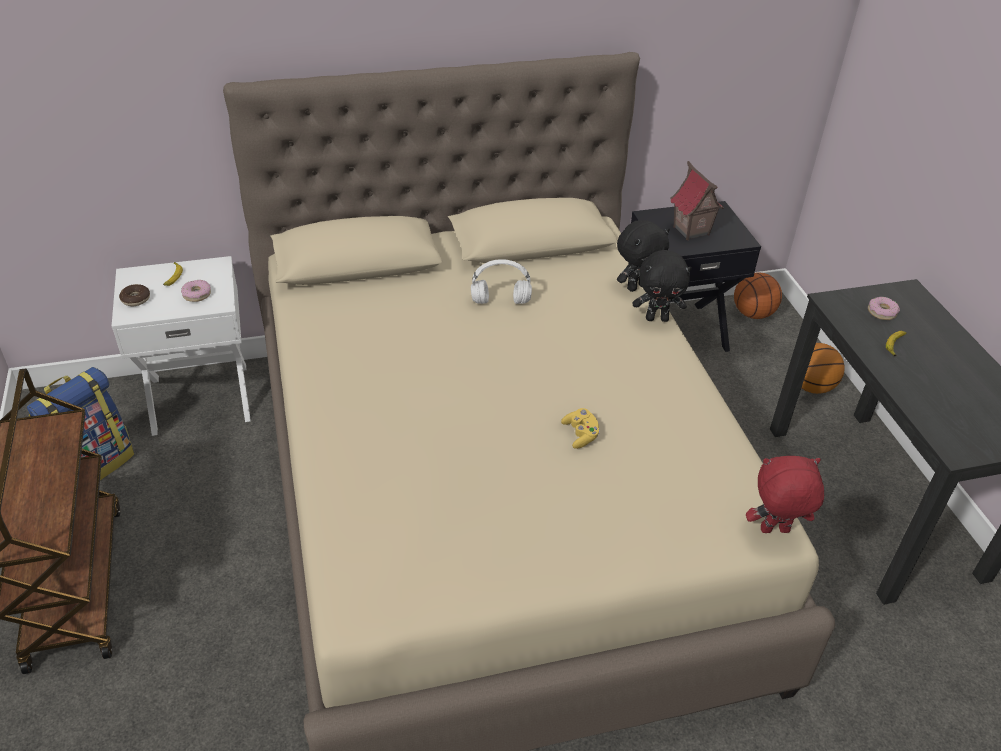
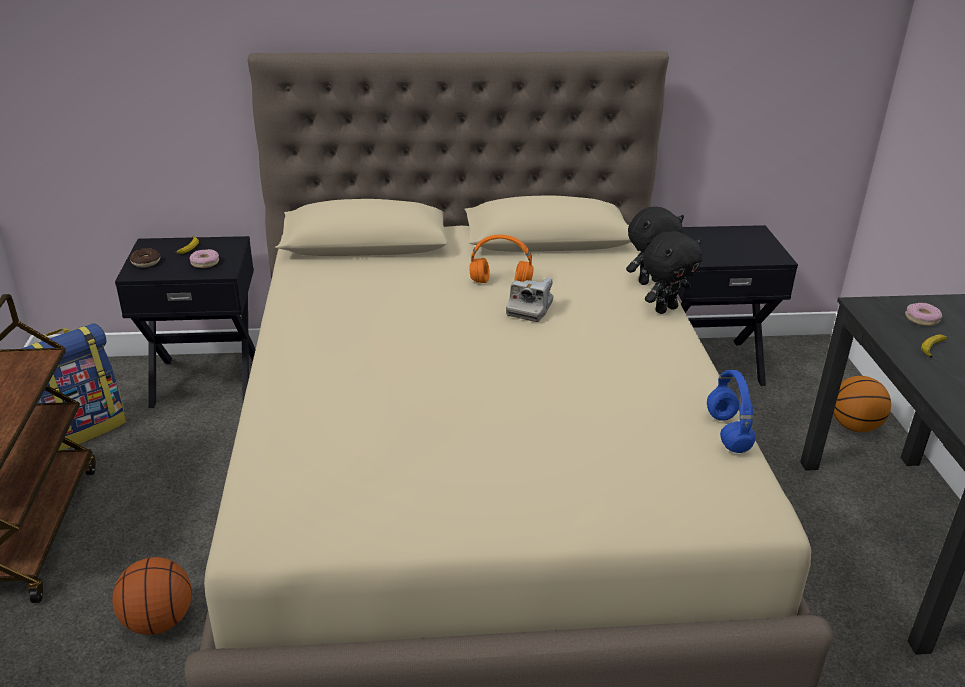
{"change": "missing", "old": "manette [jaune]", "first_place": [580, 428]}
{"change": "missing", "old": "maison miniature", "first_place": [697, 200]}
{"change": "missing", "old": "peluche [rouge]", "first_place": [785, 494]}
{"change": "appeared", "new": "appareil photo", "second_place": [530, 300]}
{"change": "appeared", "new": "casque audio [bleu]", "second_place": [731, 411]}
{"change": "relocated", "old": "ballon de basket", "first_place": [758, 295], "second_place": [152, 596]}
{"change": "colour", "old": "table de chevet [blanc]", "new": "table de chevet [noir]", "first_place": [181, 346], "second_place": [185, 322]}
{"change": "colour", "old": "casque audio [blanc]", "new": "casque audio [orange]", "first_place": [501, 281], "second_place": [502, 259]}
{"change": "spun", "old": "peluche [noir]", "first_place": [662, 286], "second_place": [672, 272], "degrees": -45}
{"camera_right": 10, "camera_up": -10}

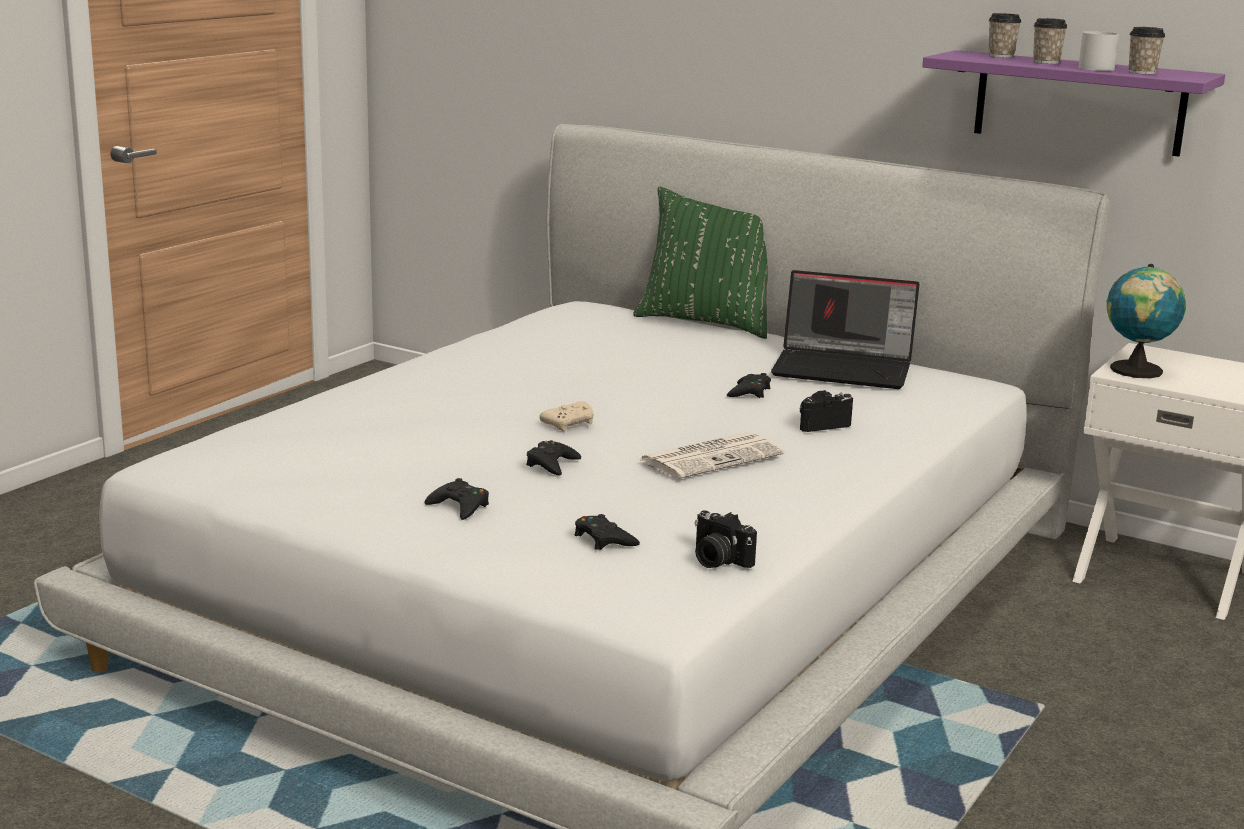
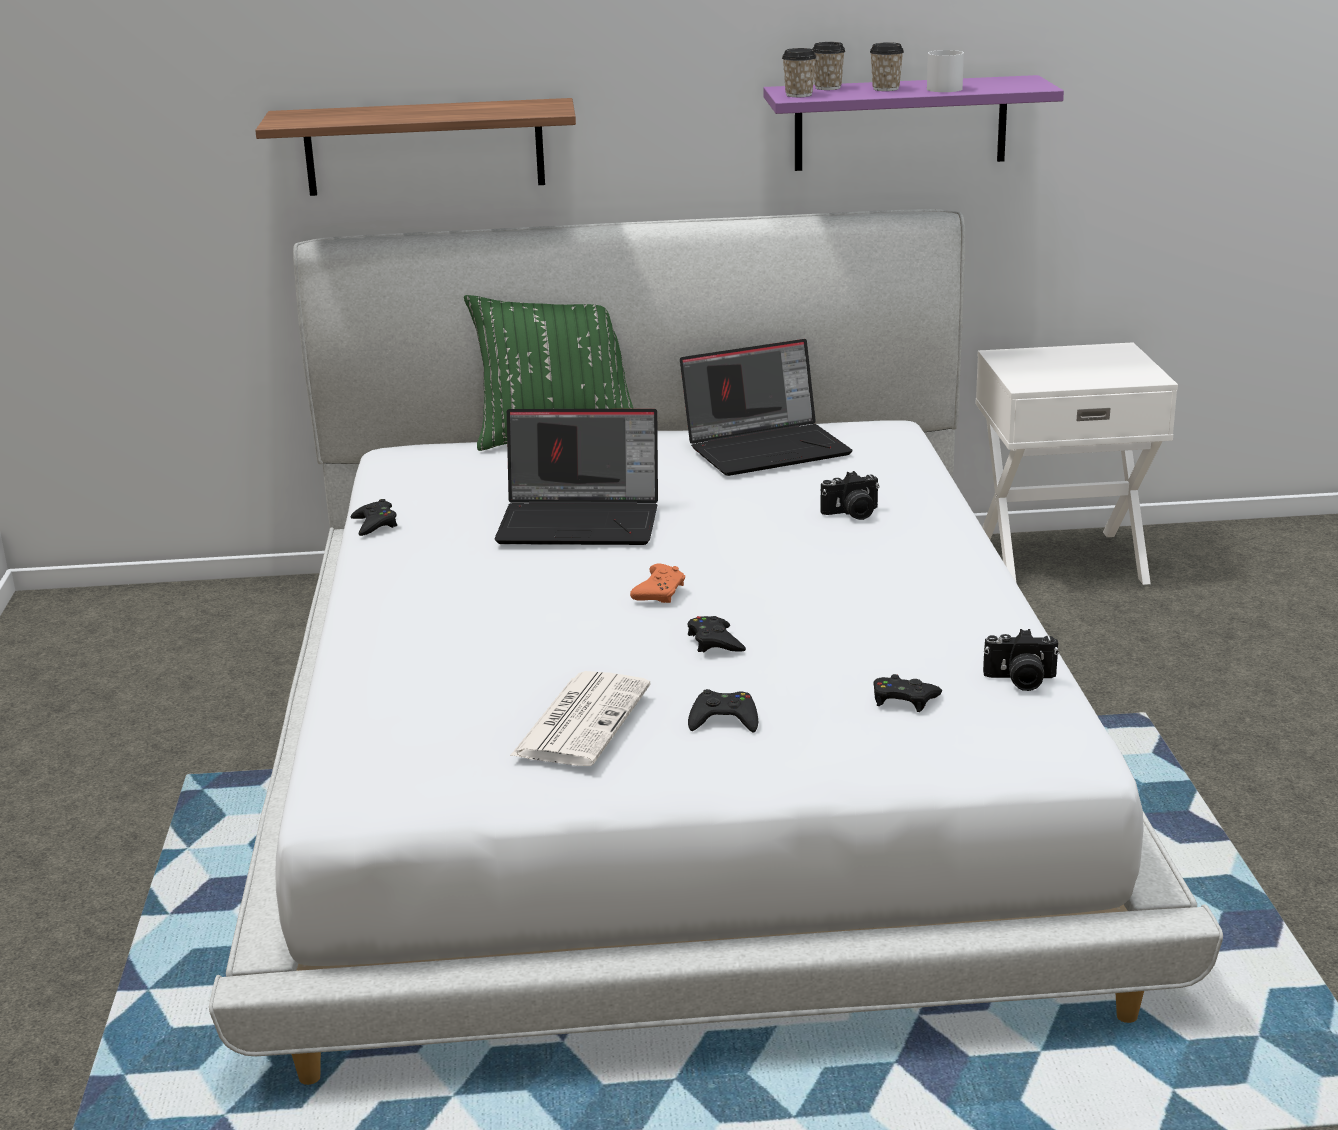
{"change": "missing", "old": "globe", "first_place": [1146, 321]}
{"change": "appeared", "new": "étagère", "second_place": [415, 147]}
{"change": "appeared", "new": "ordinateur portable", "second_place": [576, 477]}
{"change": "relocated", "old": "journal", "first_place": [712, 455], "second_place": [580, 718]}
{"change": "relocated", "old": "manette [noir]", "first_place": [749, 385], "second_place": [374, 517]}
{"change": "relocated", "old": "tasse", "first_place": [1147, 50], "second_place": [799, 72]}
{"change": "colour", "old": "manette [beige]", "new": "manette [orange]", "first_place": [566, 416], "second_place": [657, 583]}
{"change": "spun", "old": "appareil photo", "first_place": [826, 411], "second_place": [850, 495], "degrees": -135}
{"camera_right": -35, "camera_up": 5}

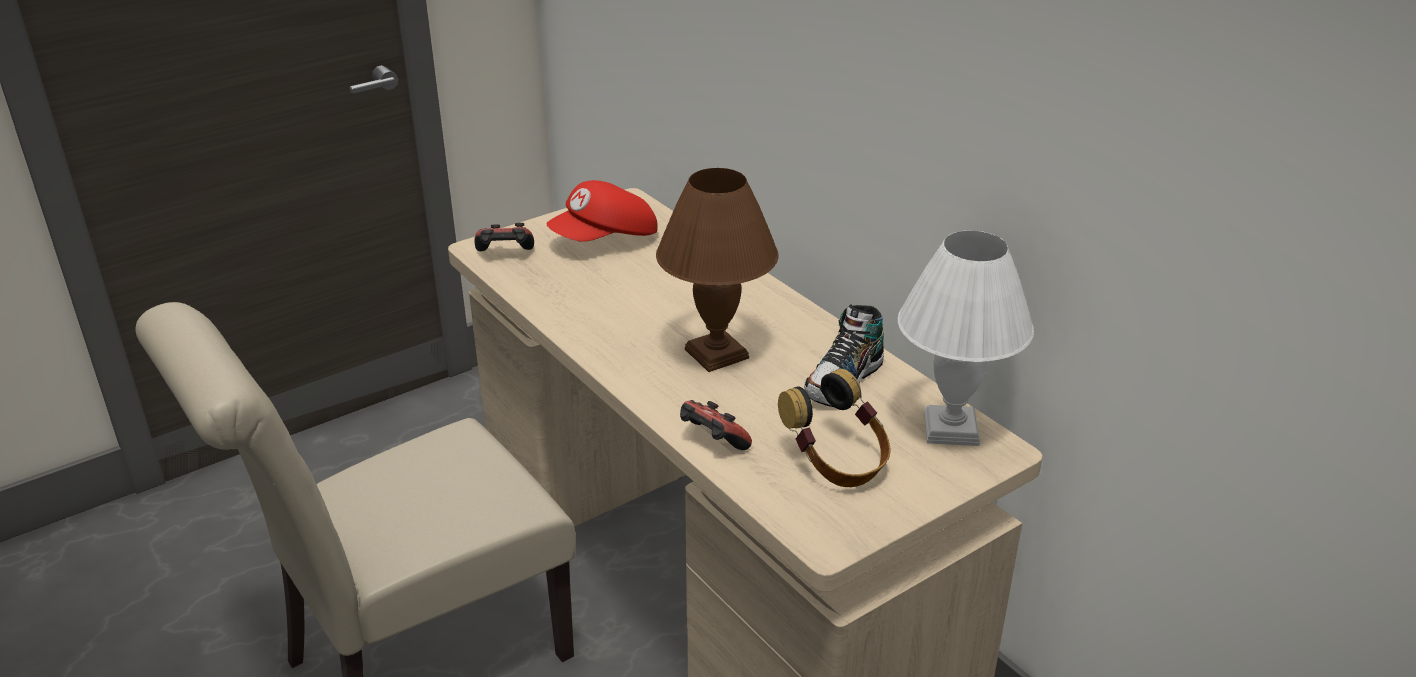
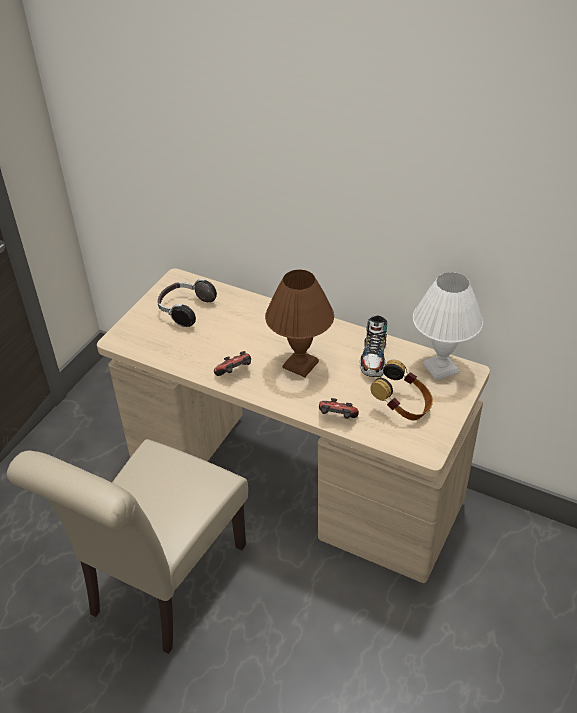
{"change": "relocated", "old": "manette", "first_place": [504, 237], "second_place": [232, 363]}
{"change": "exchanged", "old": "casquette [rouge]", "new": "casque audio", "first_place": [602, 211], "second_place": [187, 303]}
{"camera_right": -25, "camera_up": 10}

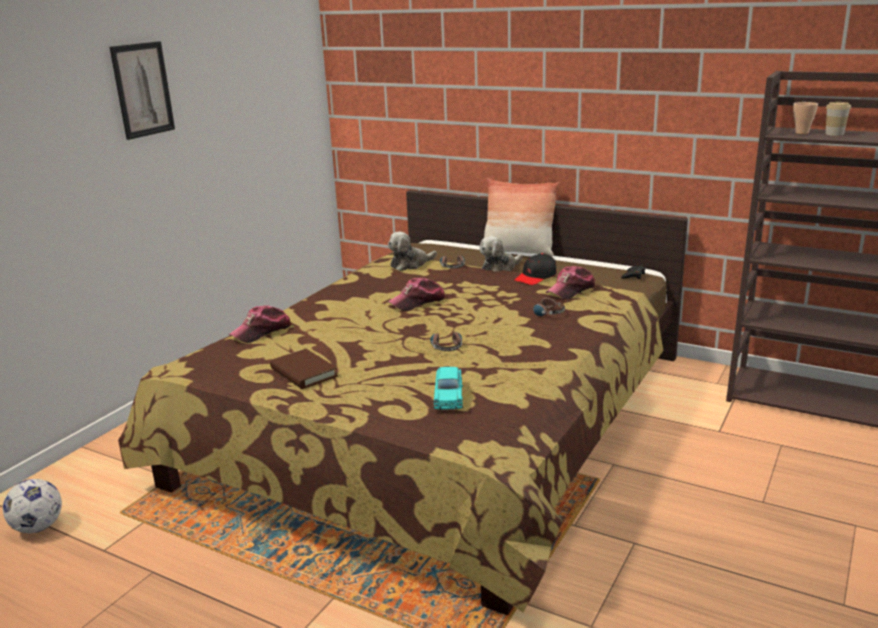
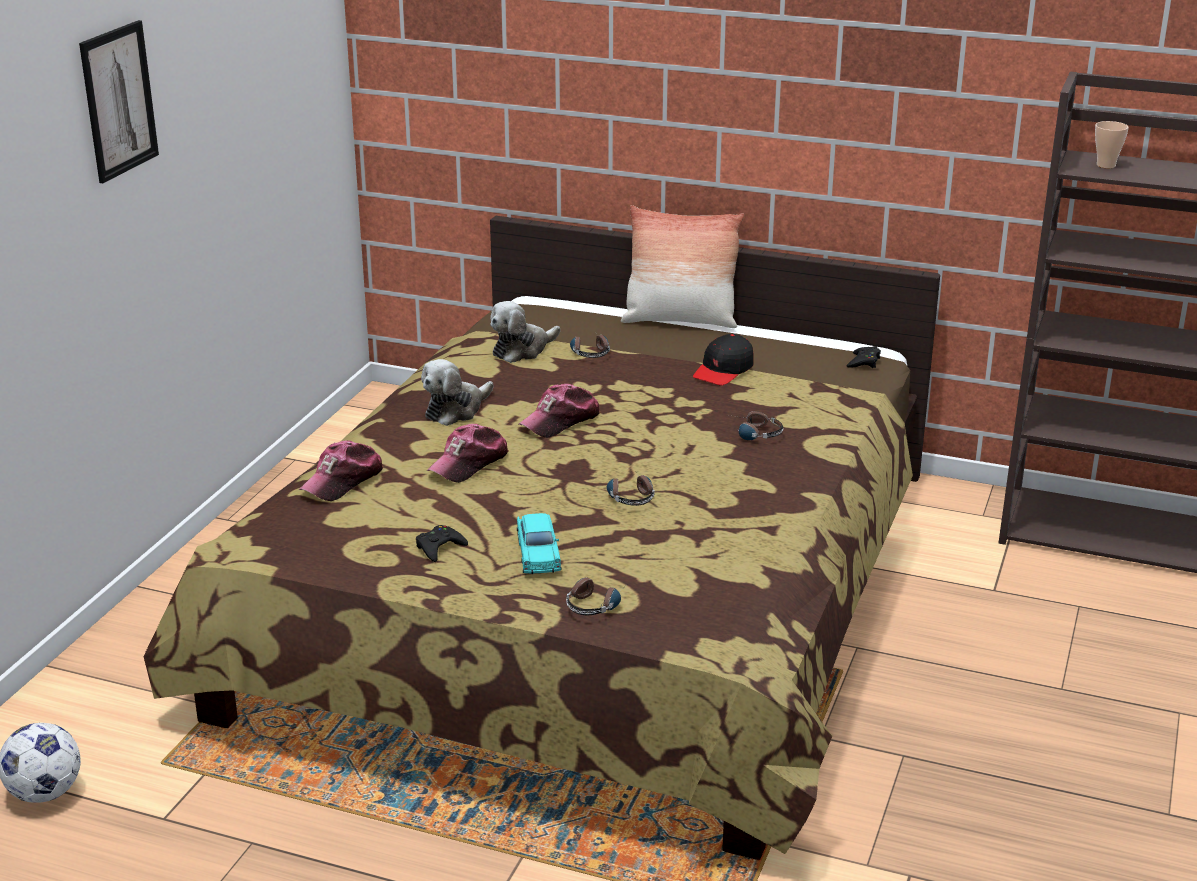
{"change": "missing", "old": "tasse", "first_place": [838, 119]}
{"change": "appeared", "new": "casque audio", "second_place": [597, 596]}
{"change": "relocated", "old": "petite voiture [turquoise]", "first_place": [448, 388], "second_place": [539, 543]}
{"change": "relocated", "old": "peluche", "first_place": [501, 253], "second_place": [457, 392]}
{"change": "relocated", "old": "casquette", "first_place": [570, 282], "second_place": [467, 453]}
{"change": "exchanged", "old": "livre [marron]", "new": "manette [noir]", "first_place": [304, 369], "second_place": [442, 543]}
{"camera_right": -10, "camera_up": 5}

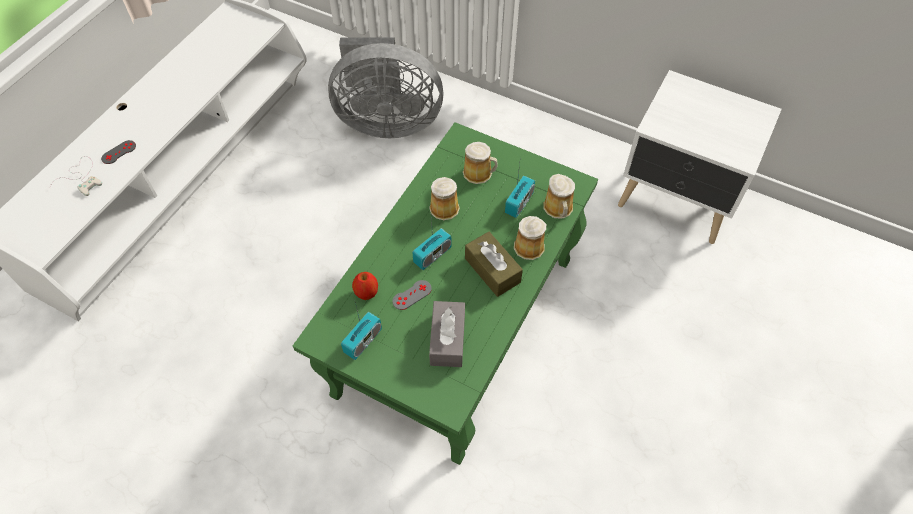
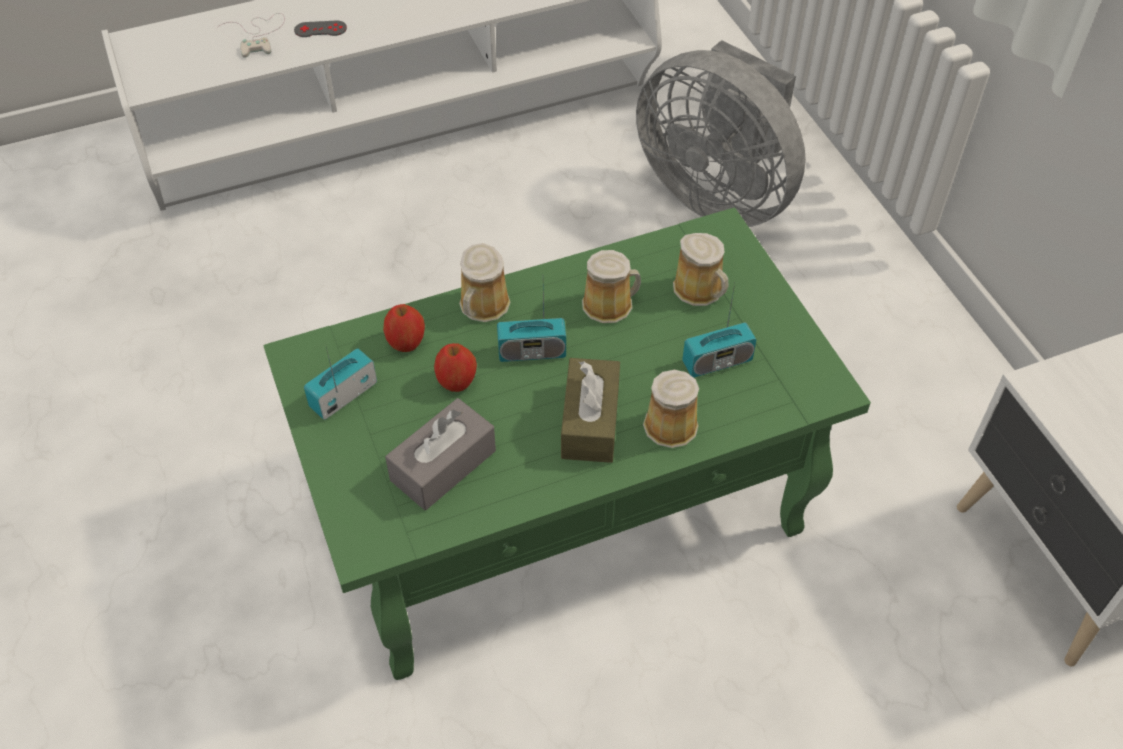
{"change": "relocated", "old": "mug", "first_place": [559, 196], "second_place": [485, 282]}
{"change": "exchanged", "old": "manette [gris]", "new": "pomme", "first_place": [412, 295], "second_place": [455, 367]}
{"change": "spun", "old": "radio", "first_place": [361, 331], "second_place": [340, 383], "degrees": 150}
{"camera_right": 40, "camera_up": -5}

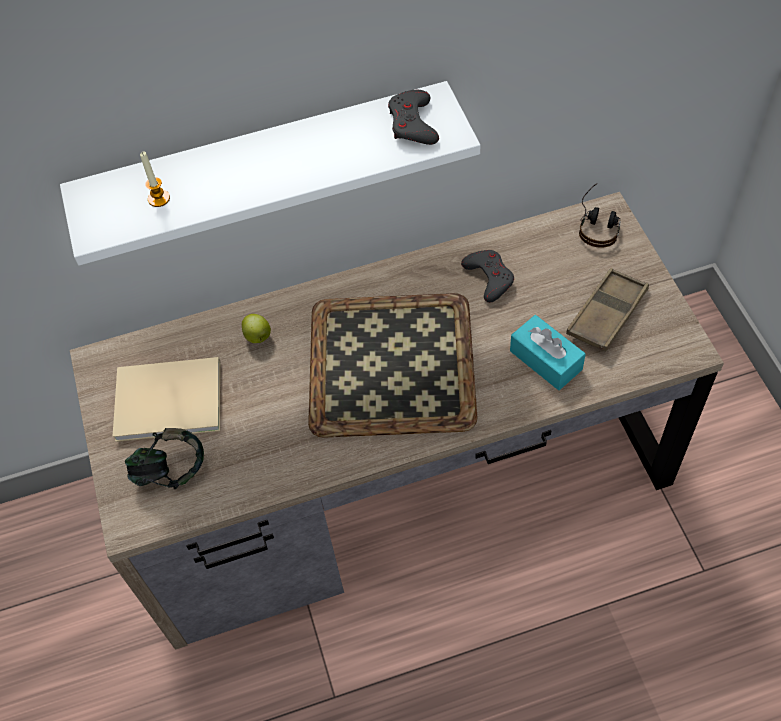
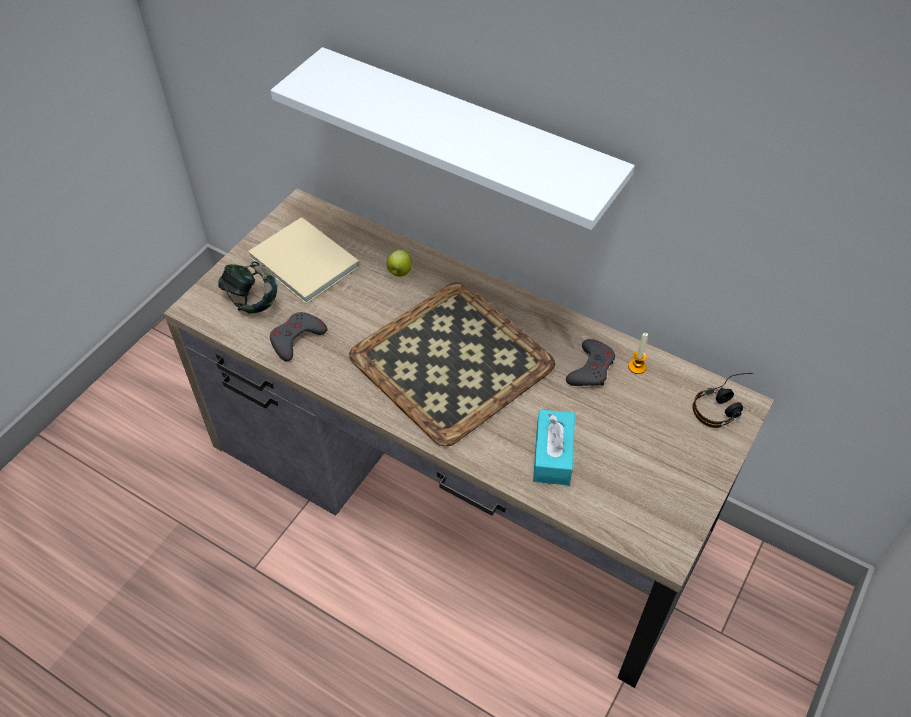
{"change": "missing", "old": "plateau [marron]", "first_place": [607, 310]}
{"change": "relocated", "old": "bougie", "first_place": [155, 179], "second_place": [638, 353]}
{"change": "relocated", "old": "manette [gris]", "first_place": [413, 117], "second_place": [298, 336]}
{"camera_right": 45, "camera_up": -5}

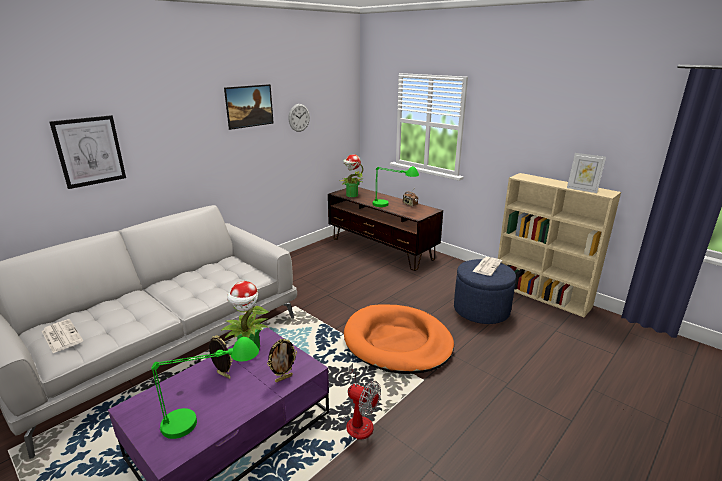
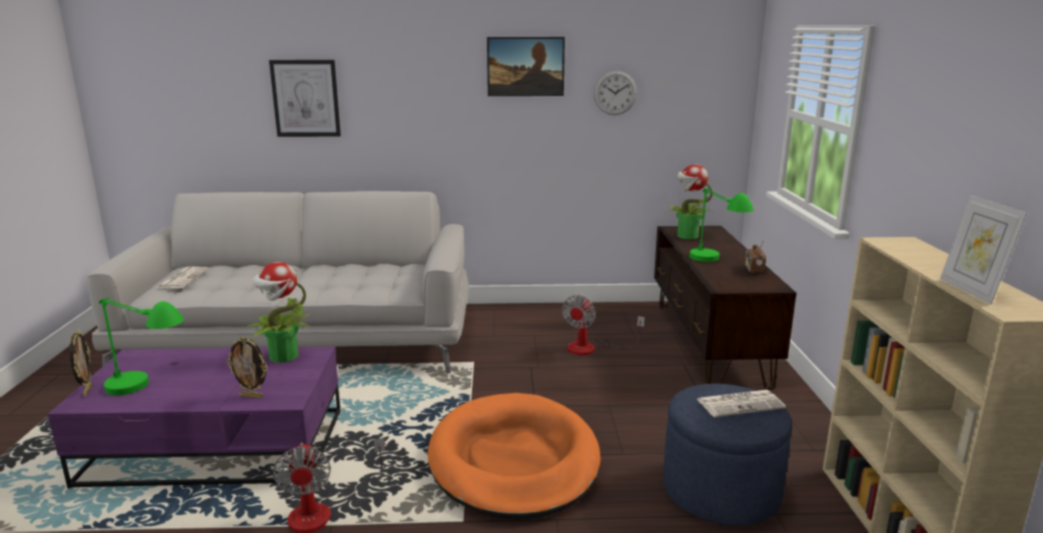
{"change": "appeared", "new": "ventilateur", "second_place": [603, 325]}
{"change": "relocated", "old": "cadre photo", "first_place": [221, 357], "second_place": [81, 363]}
{"camera_right": 45, "camera_up": -5}

